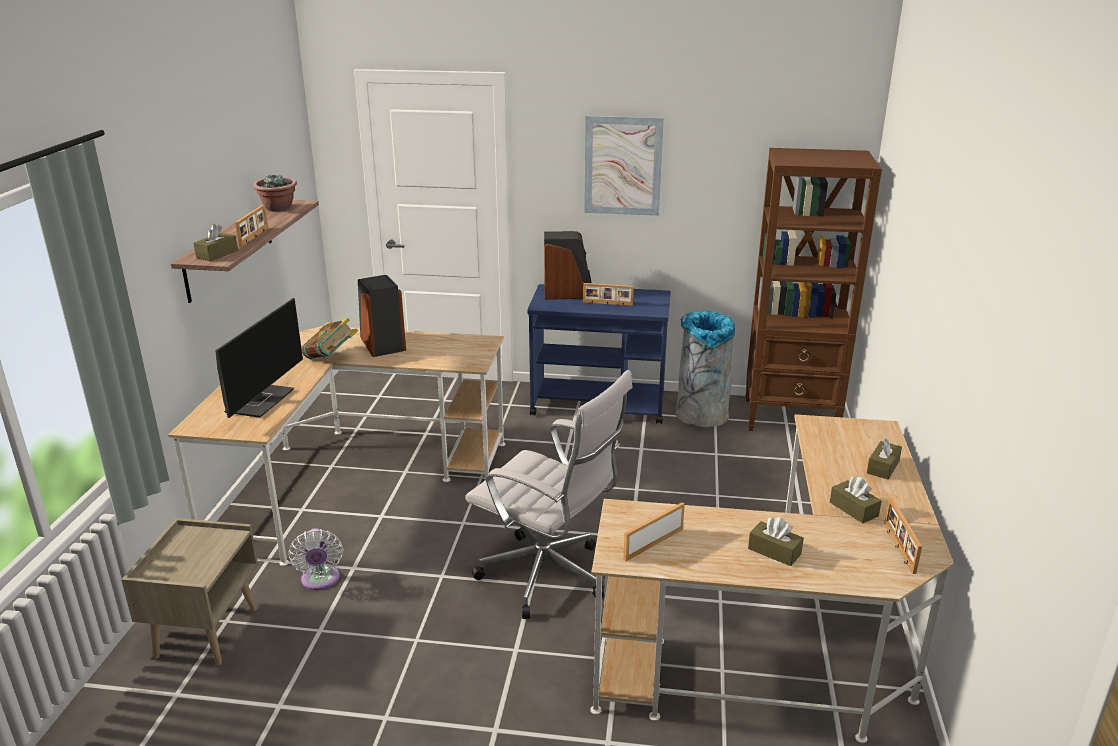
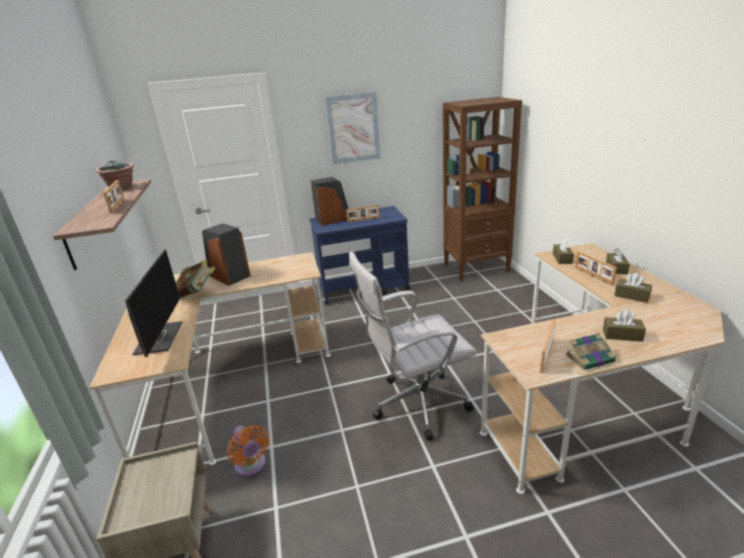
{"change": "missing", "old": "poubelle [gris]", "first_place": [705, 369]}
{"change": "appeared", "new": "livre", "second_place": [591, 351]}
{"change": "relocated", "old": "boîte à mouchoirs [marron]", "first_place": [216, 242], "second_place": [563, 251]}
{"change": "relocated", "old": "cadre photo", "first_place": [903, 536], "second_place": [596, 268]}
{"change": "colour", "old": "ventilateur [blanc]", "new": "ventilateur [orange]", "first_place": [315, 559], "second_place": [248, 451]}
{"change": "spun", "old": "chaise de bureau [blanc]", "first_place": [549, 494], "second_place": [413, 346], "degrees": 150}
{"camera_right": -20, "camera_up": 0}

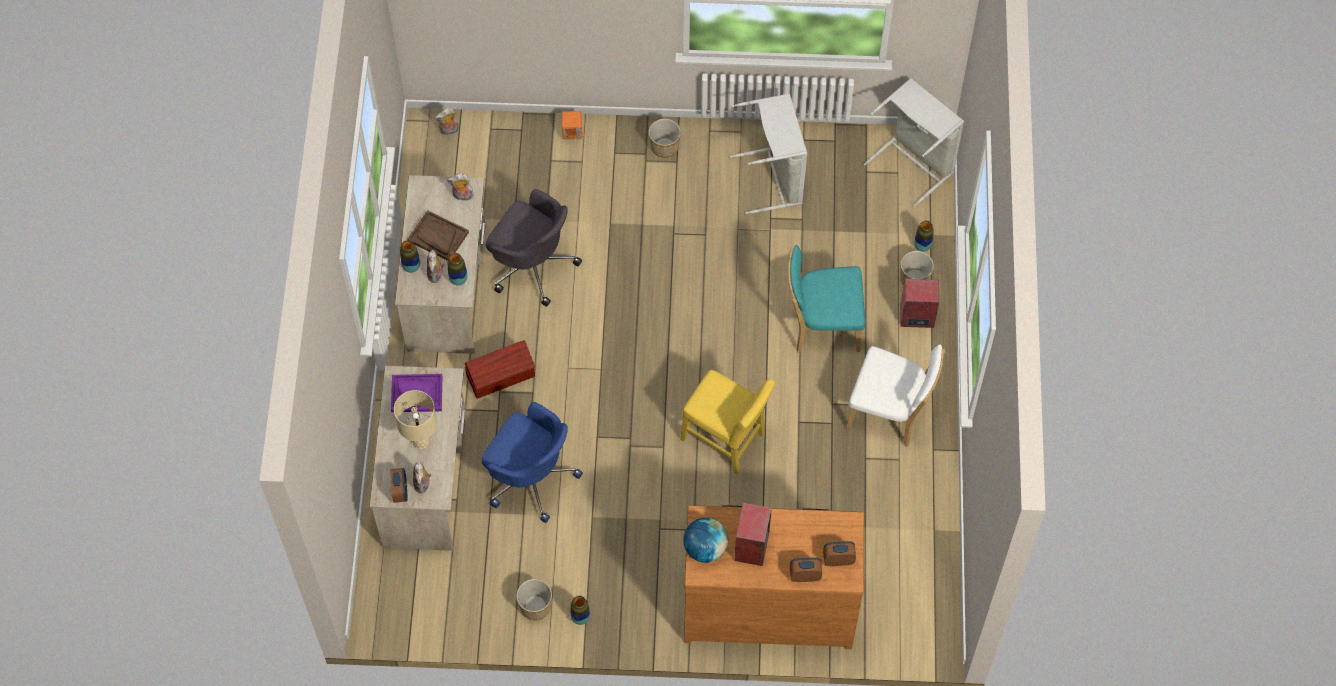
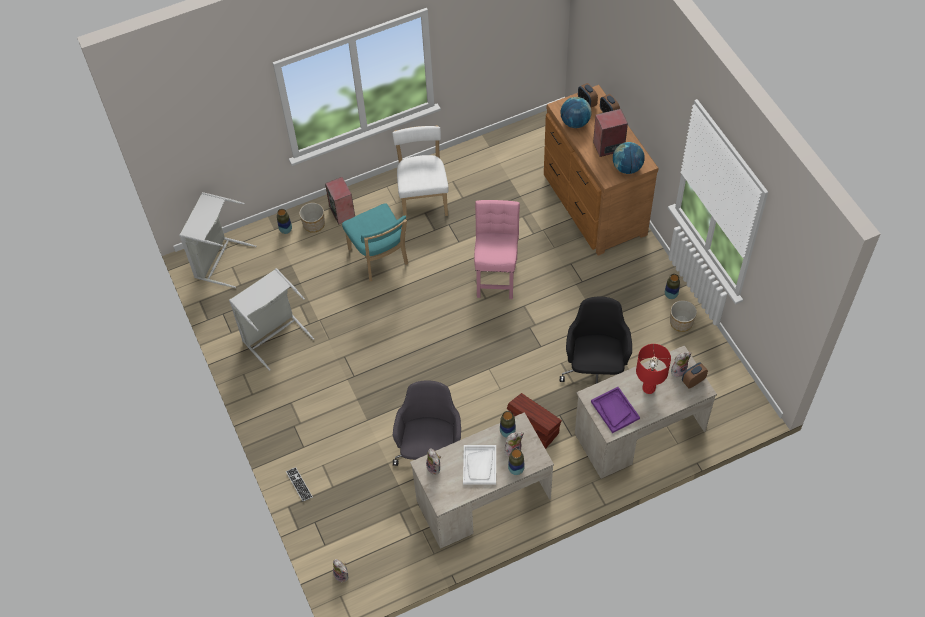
{"change": "missing", "old": "cache-pot", "first_place": [665, 138]}
{"change": "appeared", "new": "globe", "second_place": [576, 112]}
{"change": "exchanged", "old": "enceinte [orange]", "new": "clavier", "first_place": [572, 125], "second_place": [299, 484]}
{"change": "colour", "old": "lampe de table [beige]", "new": "lampe de table [rouge]", "first_place": [415, 419], "second_place": [653, 369]}
{"change": "colour", "old": "plateau [marron]", "new": "plateau [blanc]", "first_place": [438, 235], "second_place": [479, 465]}
{"change": "colour", "old": "chaise de bureau [bleu]", "new": "chaise de bureau [noir]", "first_place": [532, 462], "second_place": [596, 340]}
{"change": "colour", "old": "chaise [jaune]", "new": "chaise [rose]", "first_place": [727, 422], "second_place": [497, 249]}
{"camera_right": -115, "camera_up": -5}

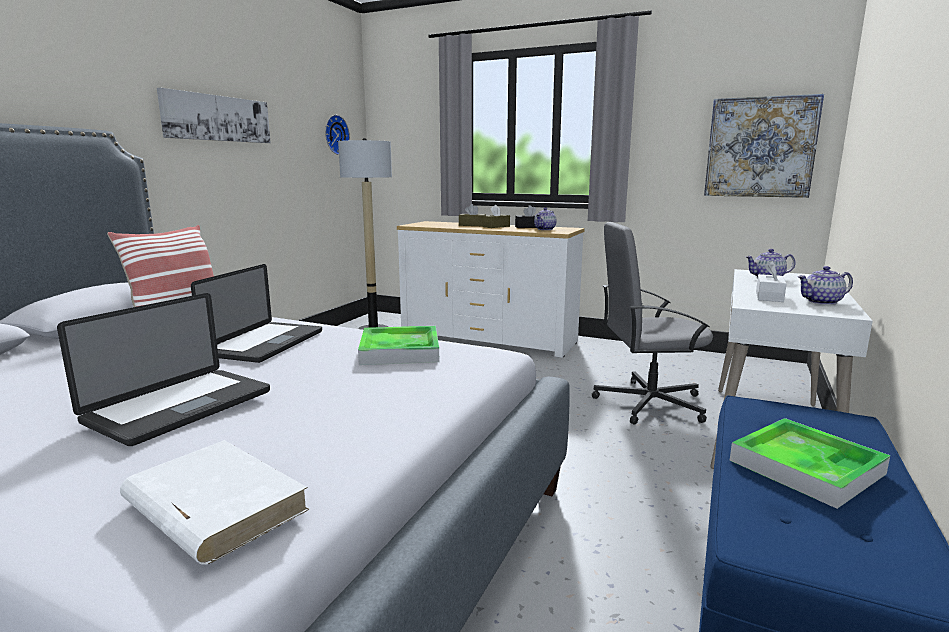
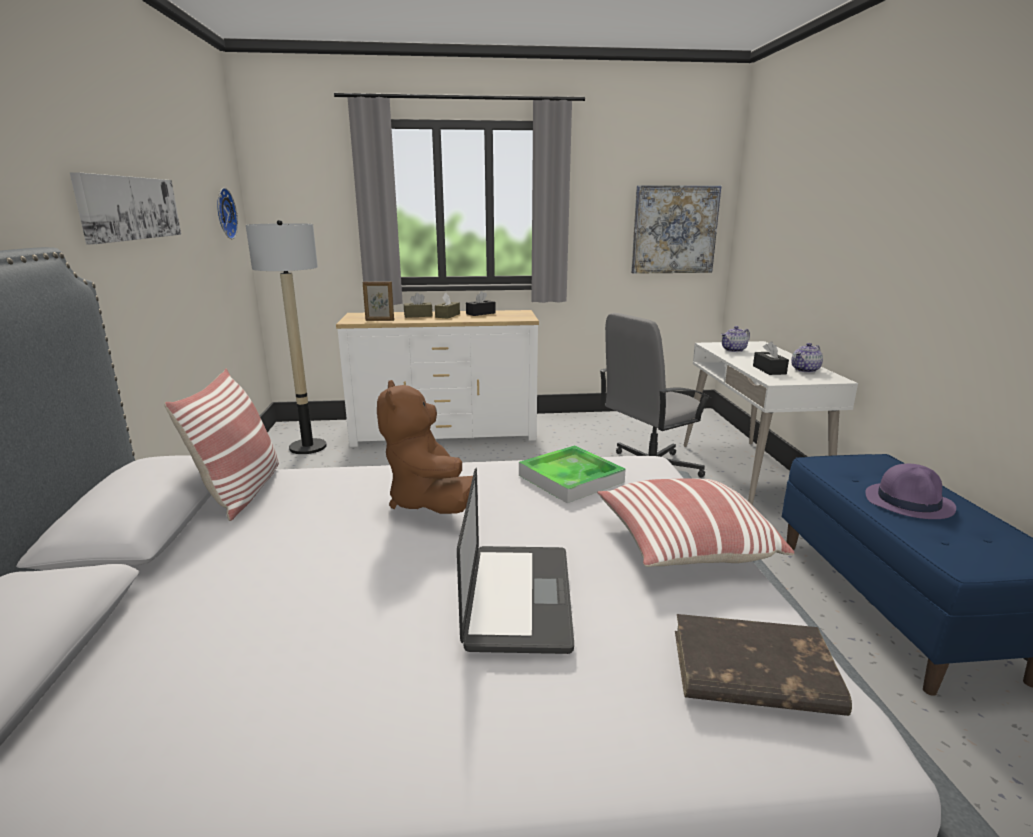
{"change": "missing", "old": "théière", "first_place": [545, 219]}
{"change": "appeared", "new": "cadre photo", "second_place": [378, 301]}
{"change": "appeared", "new": "coussin", "second_place": [696, 522]}
{"change": "exchanged", "old": "ordinateur portable", "new": "peluche [marron]", "first_place": [256, 313], "second_place": [425, 447]}
{"change": "exchanged", "old": "plateau", "new": "chapeau [violet]", "first_place": [810, 463], "second_place": [910, 491]}
{"change": "colour", "old": "livre [blanc]", "new": "livre [marron]", "first_place": [215, 502], "second_place": [763, 665]}
{"change": "colour", "old": "boîte à mouchoirs [blanc]", "new": "boîte à mouchoirs [noir]", "first_place": [771, 281], "second_place": [771, 358]}
{"camera_right": -30, "camera_up": 5}

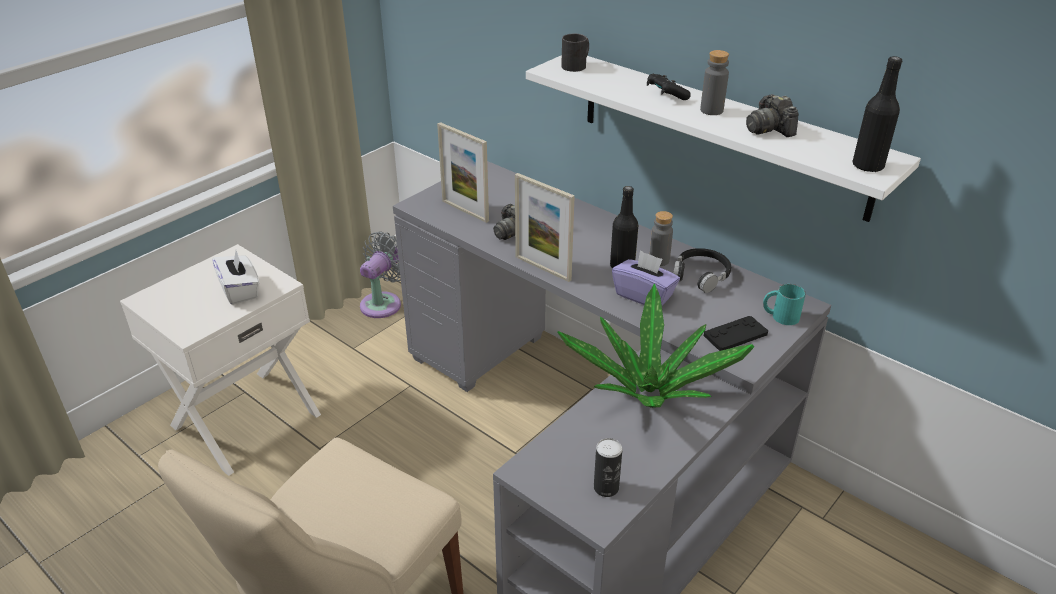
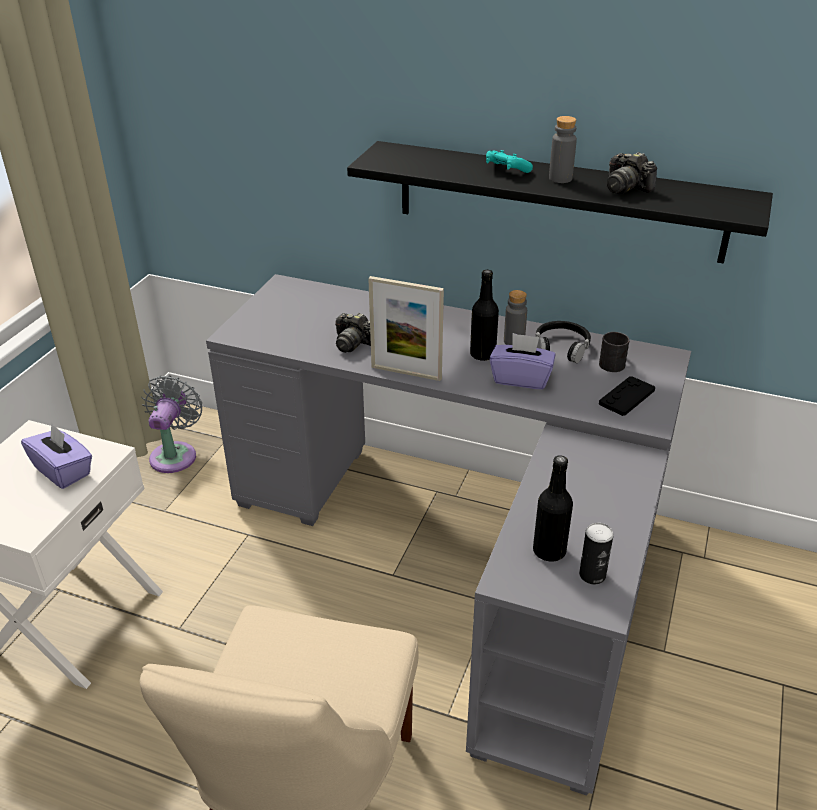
{"change": "missing", "old": "cadre photo", "first_place": [463, 172]}
{"change": "missing", "old": "plante en pot", "first_place": [656, 345]}
{"change": "missing", "old": "mug [turquoise]", "first_place": [784, 304]}
{"change": "relocated", "old": "mug [noir]", "first_place": [575, 53], "second_place": [614, 352]}
{"change": "relocated", "old": "bouteille [noir]", "first_place": [877, 114], "second_place": [553, 508]}
{"change": "colour", "old": "boîte à mouchoirs [blanc]", "new": "boîte à mouchoirs [violet]", "first_place": [235, 278], "second_place": [56, 455]}
{"change": "colour", "old": "étagère [blanc]", "new": "étagère [noir]", "first_place": [723, 138], "second_place": [560, 202]}
{"change": "colour", "old": "manette [noir]", "new": "manette [turquoise]", "first_place": [669, 87], "second_place": [509, 161]}
{"camera_right": -20, "camera_up": 0}

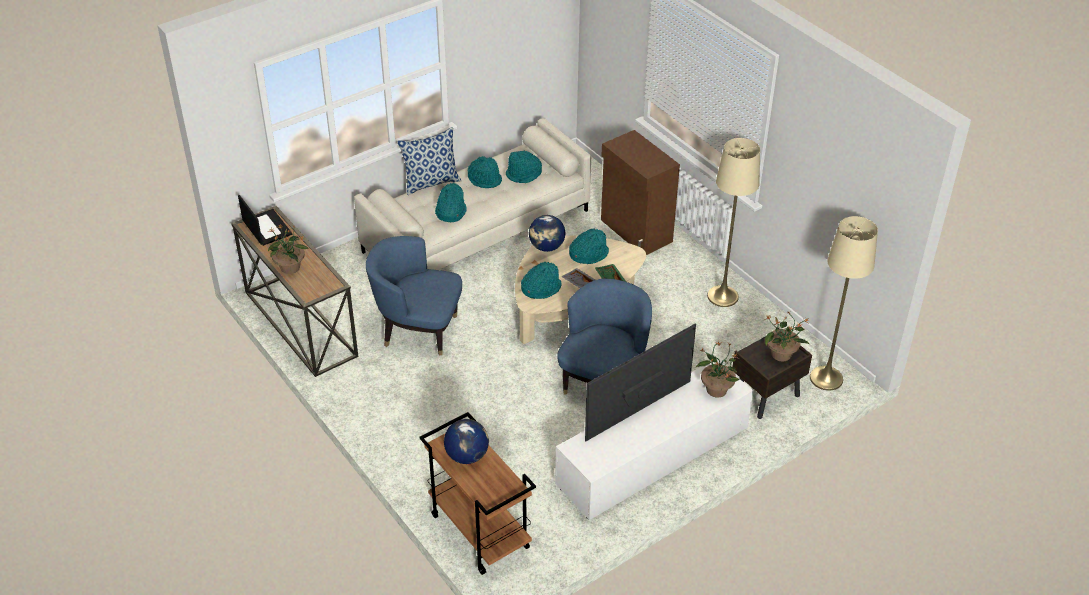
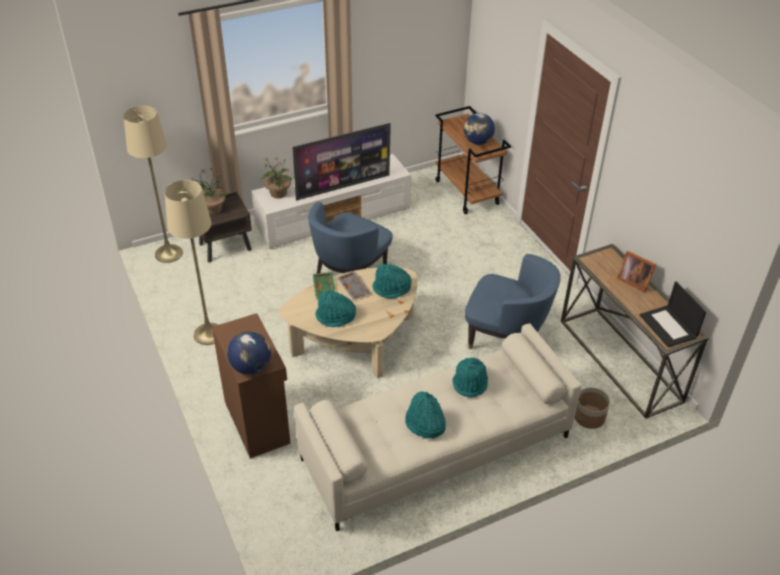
{"change": "missing", "old": "coussin", "first_place": [429, 161]}
{"change": "missing", "old": "chapeau [turquoise]", "first_place": [524, 167]}
{"change": "appeared", "new": "cache-pot", "second_place": [592, 408]}
{"change": "relocated", "old": "globe", "first_place": [547, 233], "second_place": [249, 353]}
{"change": "exchanged", "old": "plante en pot", "new": "cadre photo", "first_place": [288, 249], "second_place": [636, 272]}
{"camera_right": -170, "camera_up": 0}

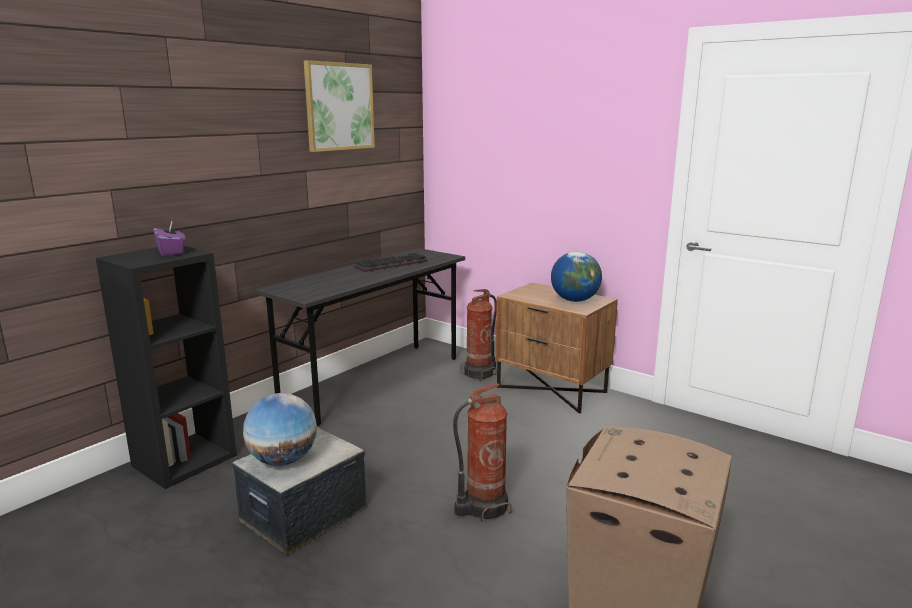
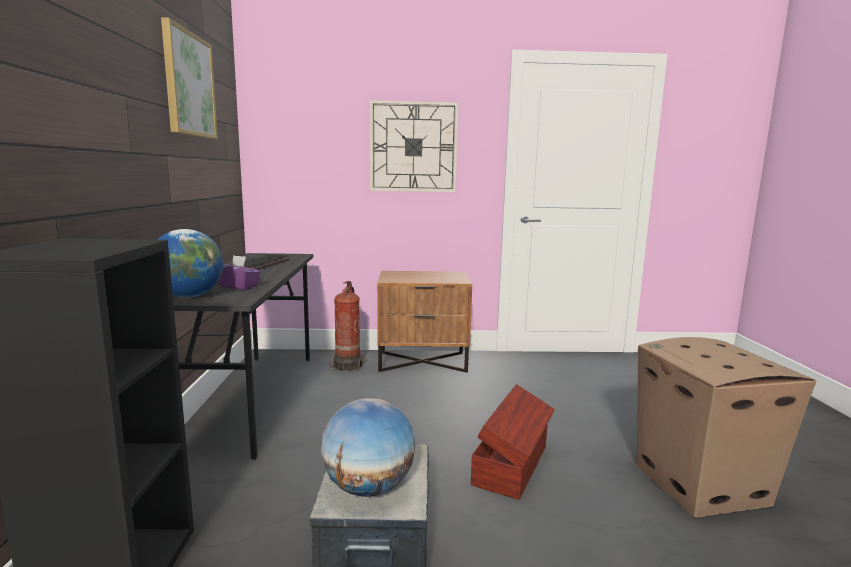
{"change": "appeared", "new": "horloge murale", "second_place": [414, 146]}
{"change": "relocated", "old": "boîte à mouchoirs [violet]", "first_place": [169, 238], "second_place": [239, 272]}
{"change": "relocated", "old": "globe", "first_place": [576, 276], "second_place": [190, 263]}
{"change": "exchanged", "old": "extincteur", "new": "boîte de rangement [marron]", "first_place": [482, 452], "second_place": [513, 442]}
{"camera_right": -40, "camera_up": -5}

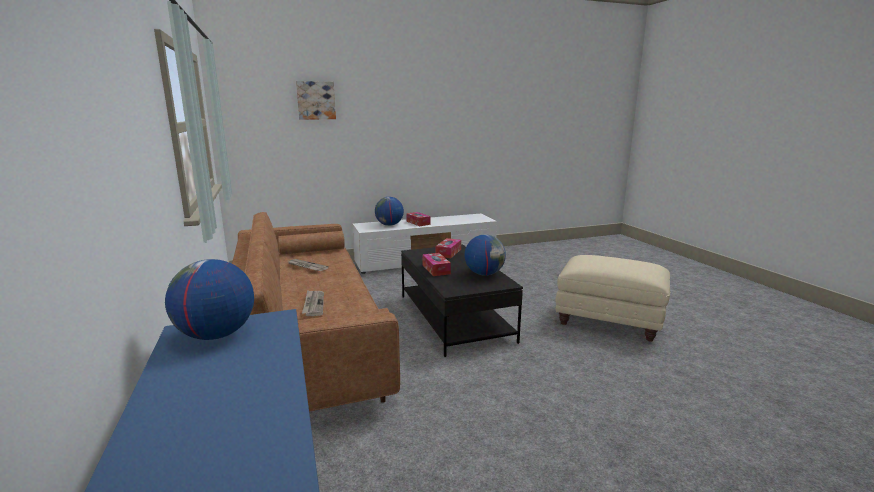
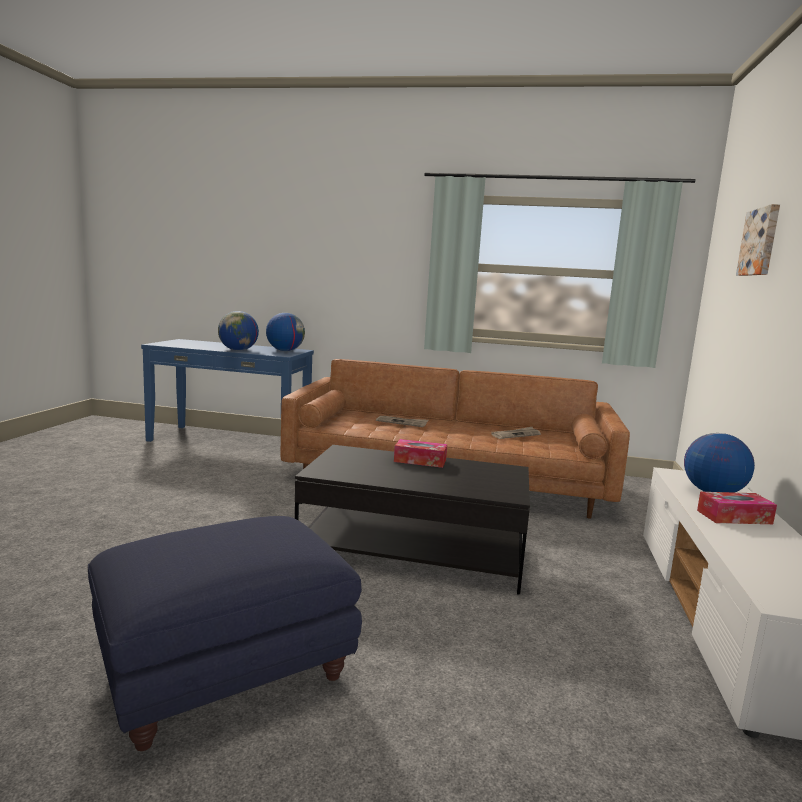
{"change": "missing", "old": "boîte à mouchoirs", "first_place": [448, 248]}
{"change": "relocated", "old": "globe", "first_place": [485, 255], "second_place": [238, 331]}
{"change": "colour", "old": "pouf [beige]", "new": "pouf [bleu]", "first_place": [613, 298], "second_place": [225, 633]}
{"camera_right": 120, "camera_up": -5}

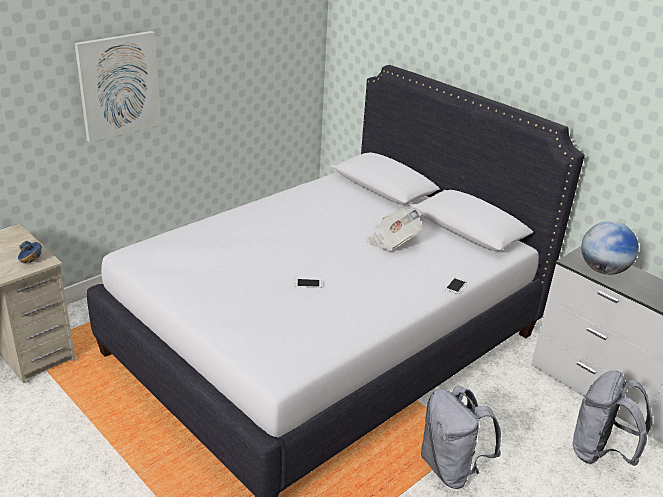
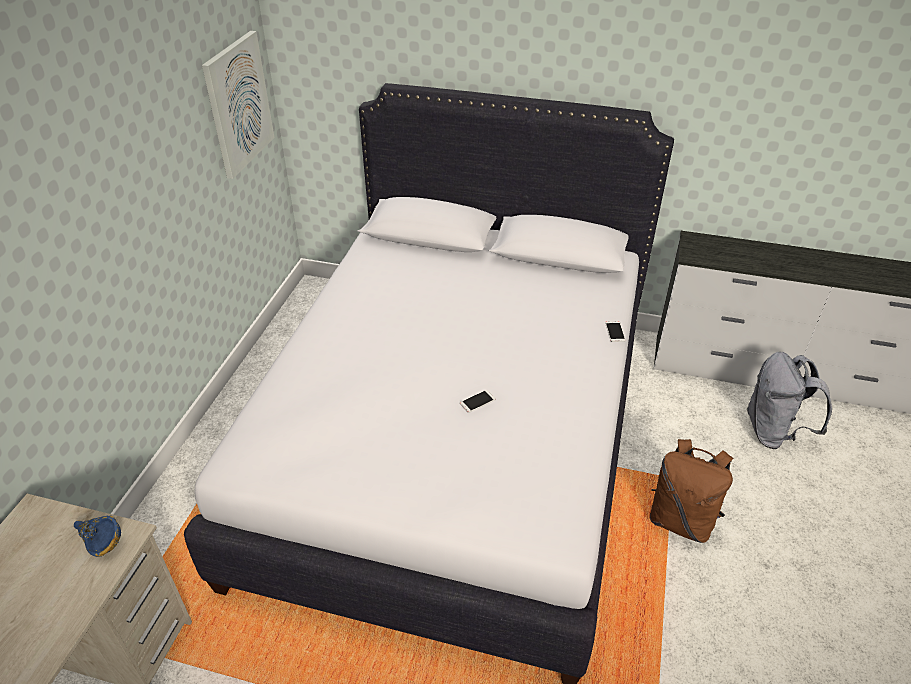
{"change": "missing", "old": "journal", "first_place": [394, 229]}
{"change": "missing", "old": "globe", "first_place": [610, 248]}
{"change": "relocated", "old": "tableau", "first_place": [117, 86], "second_place": [238, 105]}
{"change": "colour", "old": "sac à dos [gris]", "new": "sac à dos [marron]", "first_place": [461, 437], "second_place": [692, 491]}
{"camera_right": -30, "camera_up": 10}

